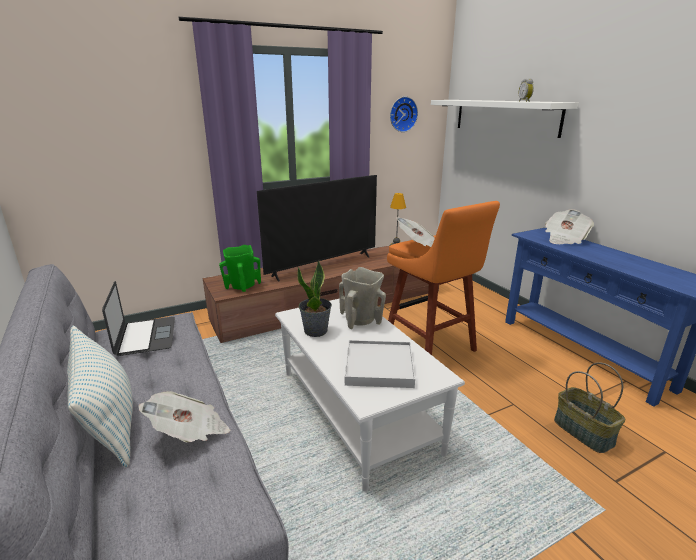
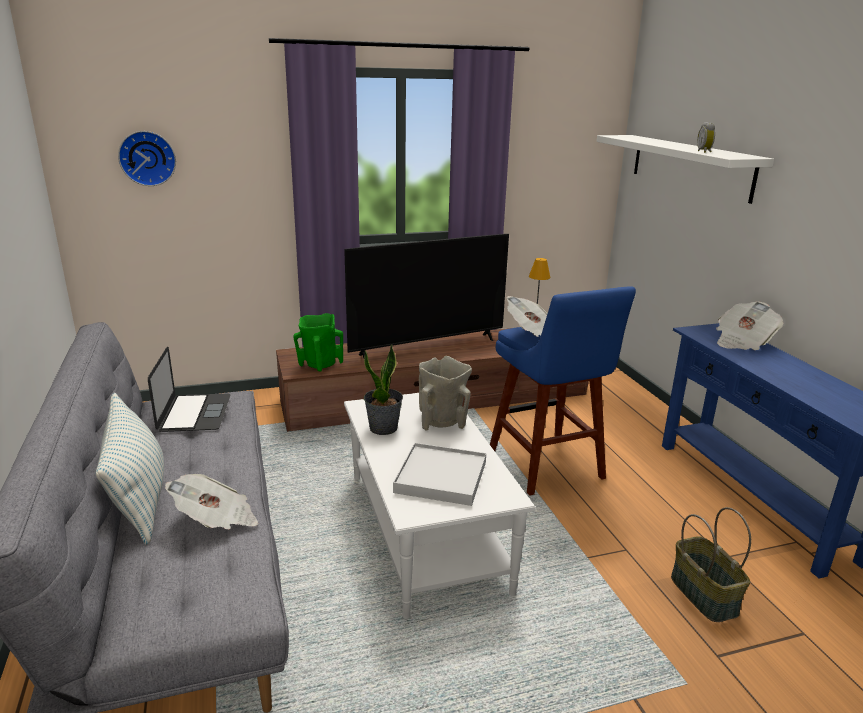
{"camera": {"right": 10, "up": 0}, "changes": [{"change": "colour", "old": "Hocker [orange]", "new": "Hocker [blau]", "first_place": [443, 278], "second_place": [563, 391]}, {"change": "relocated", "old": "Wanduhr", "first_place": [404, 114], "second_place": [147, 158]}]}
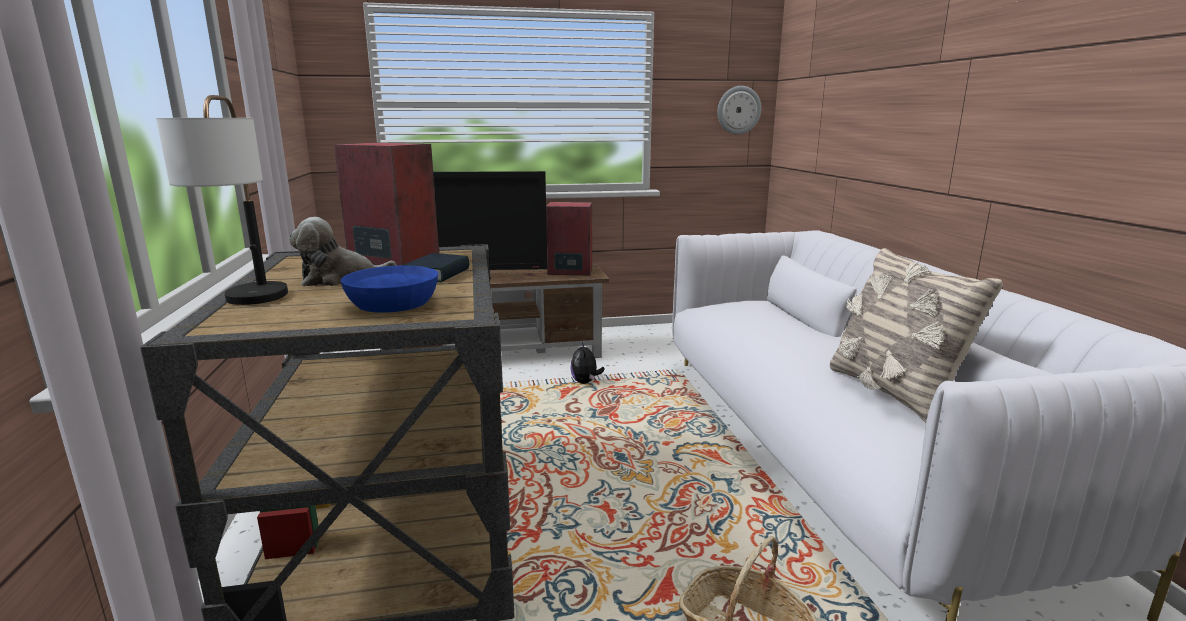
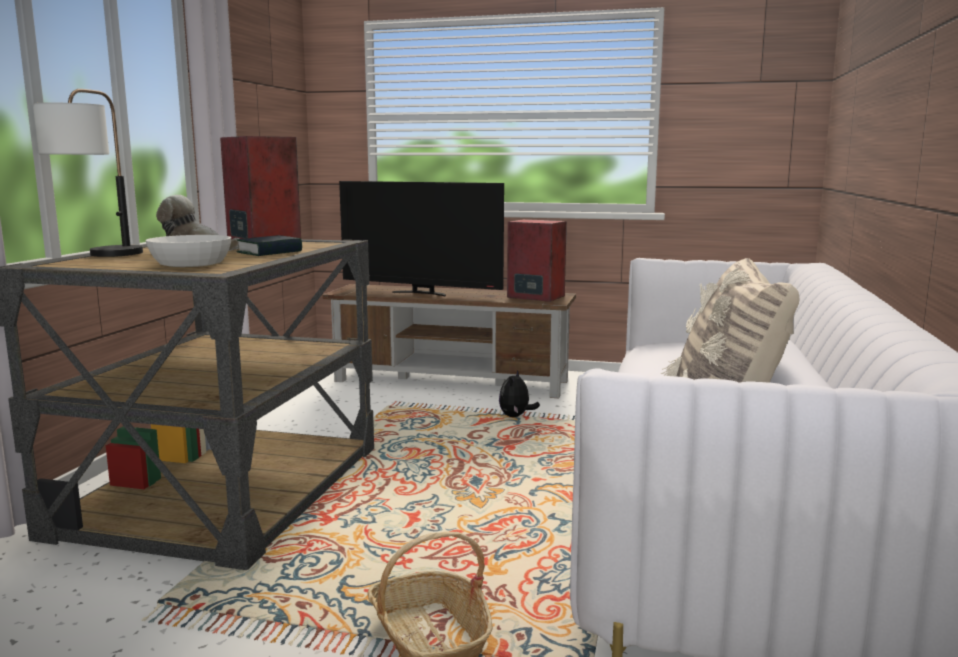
{"camera": {"right": 25, "up": -5}, "changes": [{"change": "colour", "old": "Schüssel [blau]", "new": "Schüssel [weiß]", "first_place": [389, 289], "second_place": [188, 251]}, {"change": "missing", "old": "Wanduhr", "first_place": [739, 110]}]}
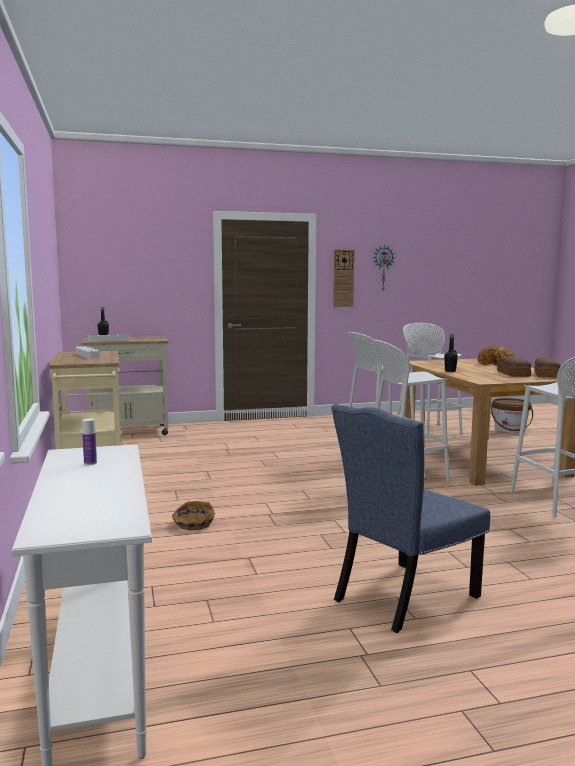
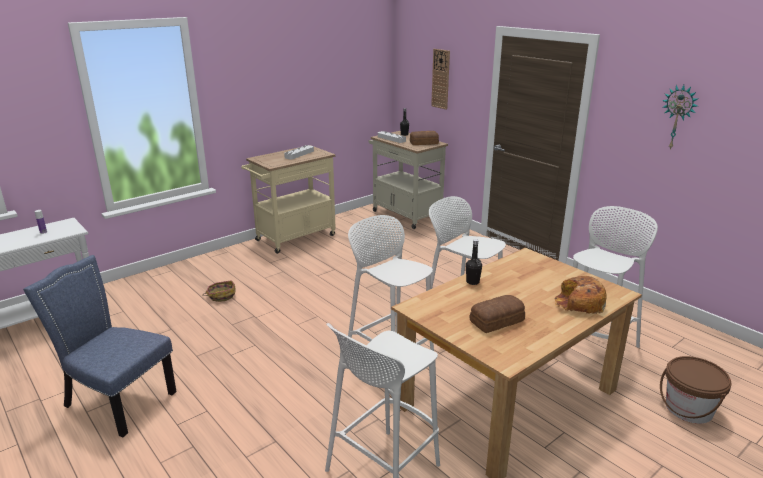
{"camera": {"right": 65, "up": 15}, "changes": [{"change": "relocated", "old": "Wanduhr", "first_place": [344, 278], "second_place": [440, 79]}, {"change": "relocated", "old": "Brot", "first_place": [547, 367], "second_place": [424, 138]}]}
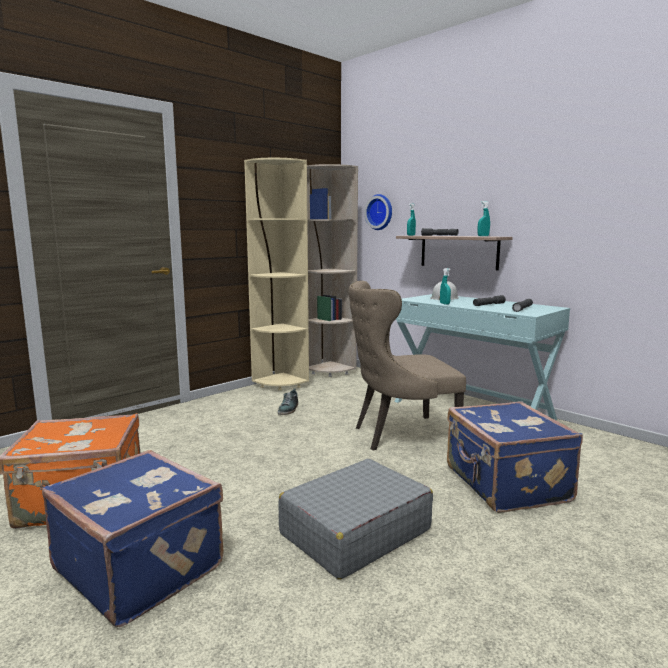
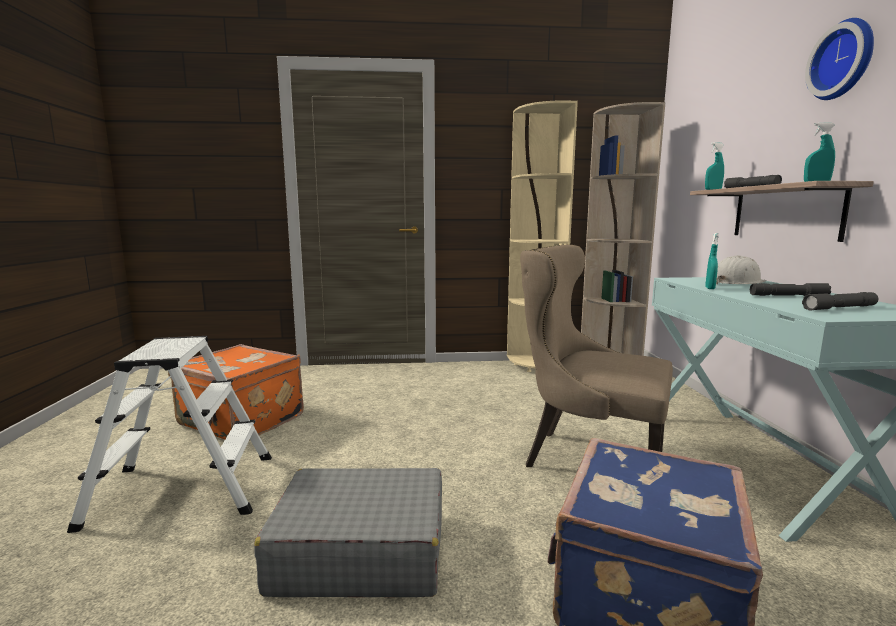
{"camera": {"right": 40, "up": 0}, "changes": [{"change": "exchanged", "old": "Koffer [blau]", "new": "Trittleiter [weiß]", "first_place": [132, 538], "second_place": [169, 434]}, {"change": "missing", "old": "Schuh", "first_place": [288, 401]}, {"change": "relocated", "old": "Wanduhr", "first_place": [378, 212], "second_place": [839, 59]}]}
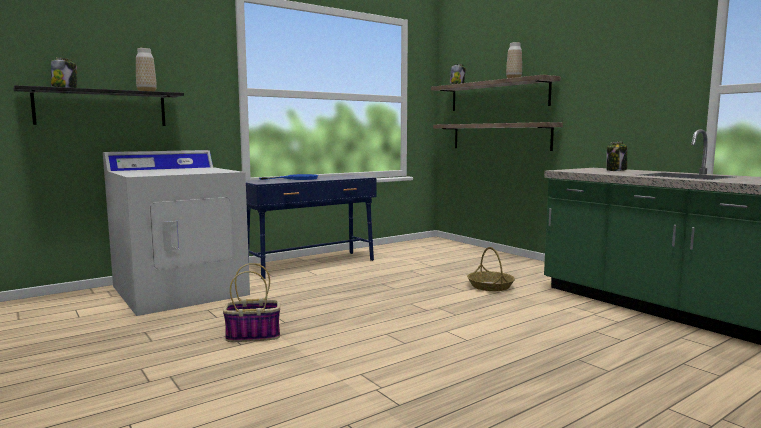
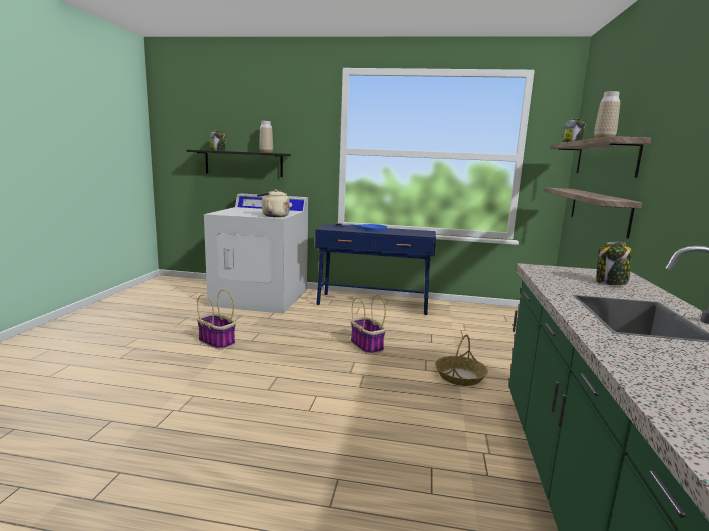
{"camera": {"right": 45, "up": 5}, "changes": [{"change": "appeared", "new": "Wasserkessel [beige]", "second_place": [273, 203]}, {"change": "appeared", "new": "Korb", "second_place": [368, 324]}]}
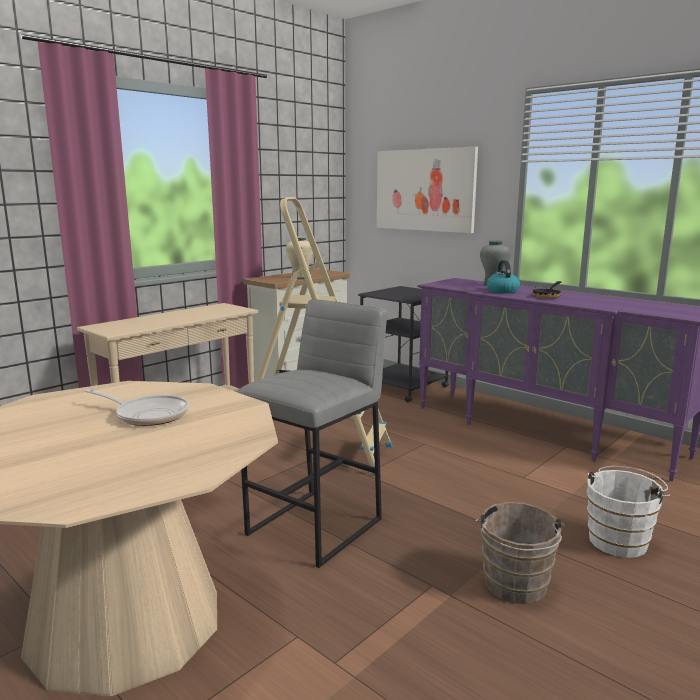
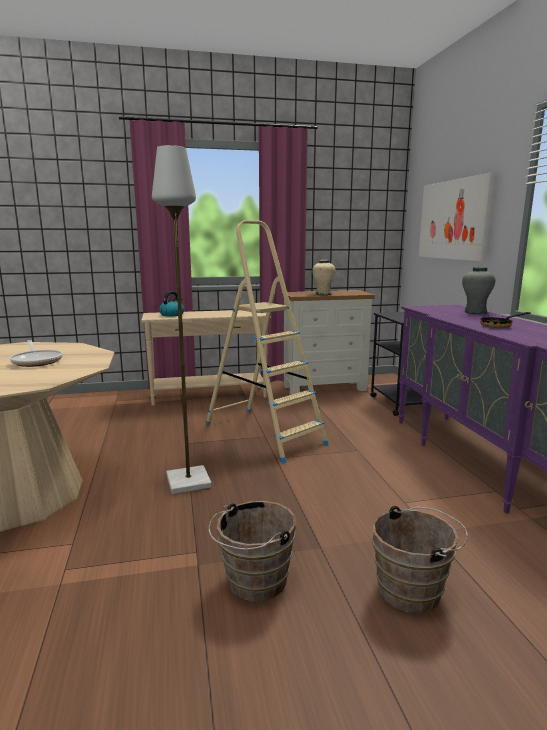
{"camera": {"right": 35, "up": 0}, "changes": [{"change": "exchanged", "old": "Hocker [grau]", "new": "Stehlampe [grau]", "first_place": [311, 433], "second_place": [182, 319]}, {"change": "relocated", "old": "Wasserkessel", "first_place": [503, 276], "second_place": [171, 303]}, {"change": "colour", "old": "Eimer [weiß]", "new": "Eimer [braun]", "first_place": [628, 512], "second_place": [420, 560]}]}
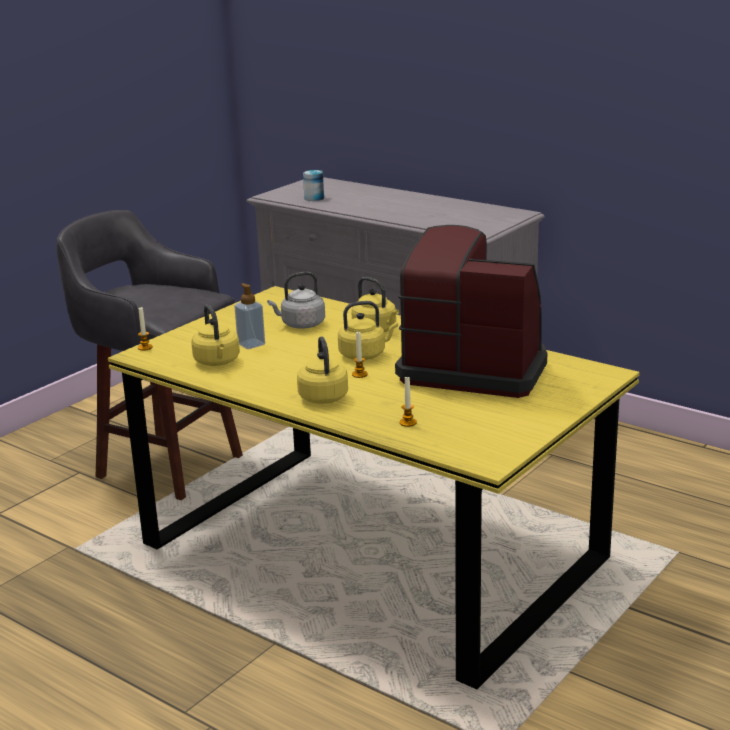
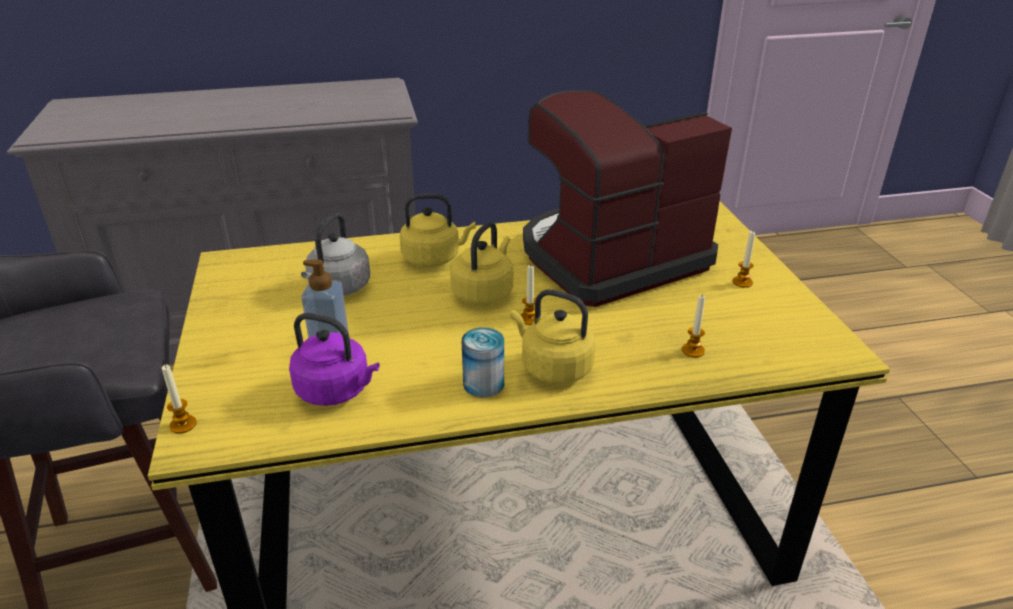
{"camera": {"right": -50, "up": 10}, "changes": [{"change": "colour", "old": "Wasserkessel [gelb]", "new": "Wasserkessel [lila]", "first_place": [215, 335], "second_place": [334, 359]}, {"change": "relocated", "old": "Dose", "first_place": [313, 185], "second_place": [483, 362]}, {"change": "appeared", "new": "Kerze", "second_place": [744, 259]}]}
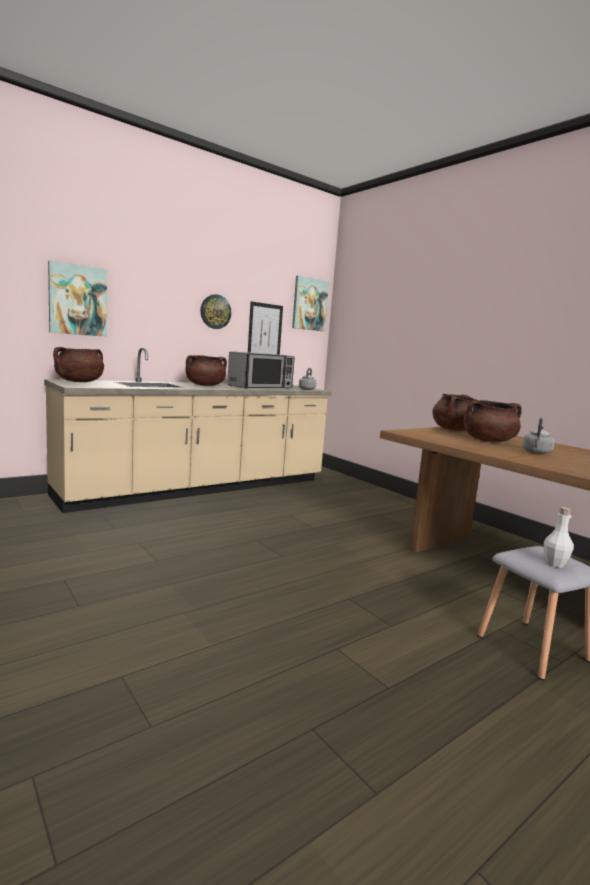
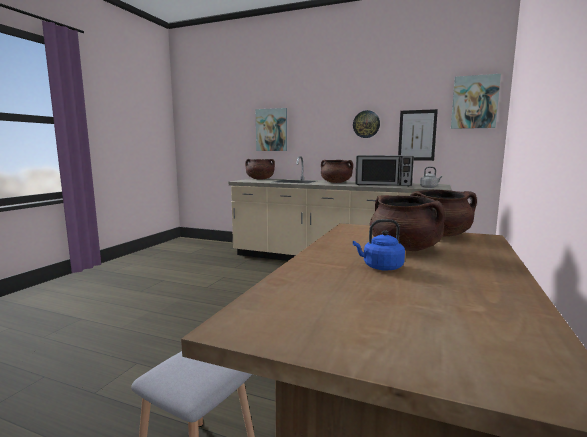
{"camera": {"right": 60, "up": 0}, "changes": [{"change": "colour", "old": "Wasserkessel [grau]", "new": "Wasserkessel [blau]", "first_place": [539, 436], "second_place": [379, 245]}, {"change": "missing", "old": "Flasche [weiß]", "first_place": [559, 537]}]}
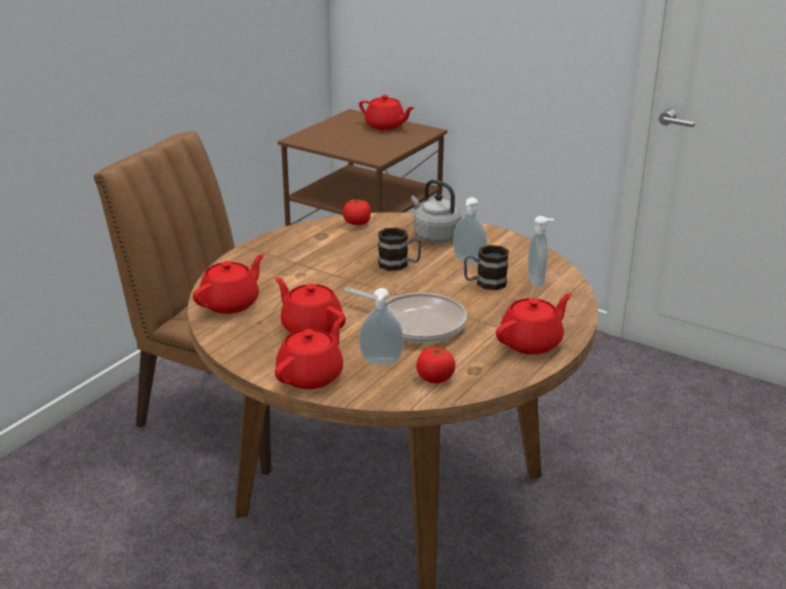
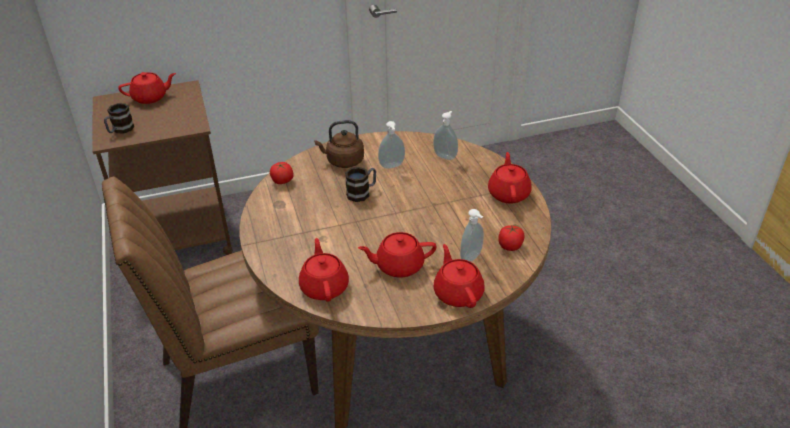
{"camera": {"right": -50, "up": 10}, "changes": [{"change": "missing", "old": "Pfanne", "first_place": [405, 315]}, {"change": "colour", "old": "Wasserkessel [grau]", "new": "Wasserkessel [braun]", "first_place": [436, 211], "second_place": [339, 144]}, {"change": "relocated", "old": "Henkelbecher", "first_place": [486, 267], "second_place": [119, 118]}]}
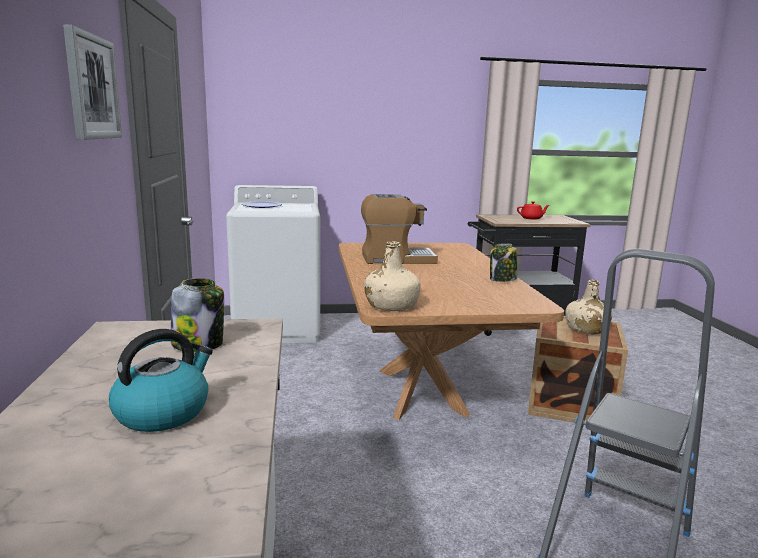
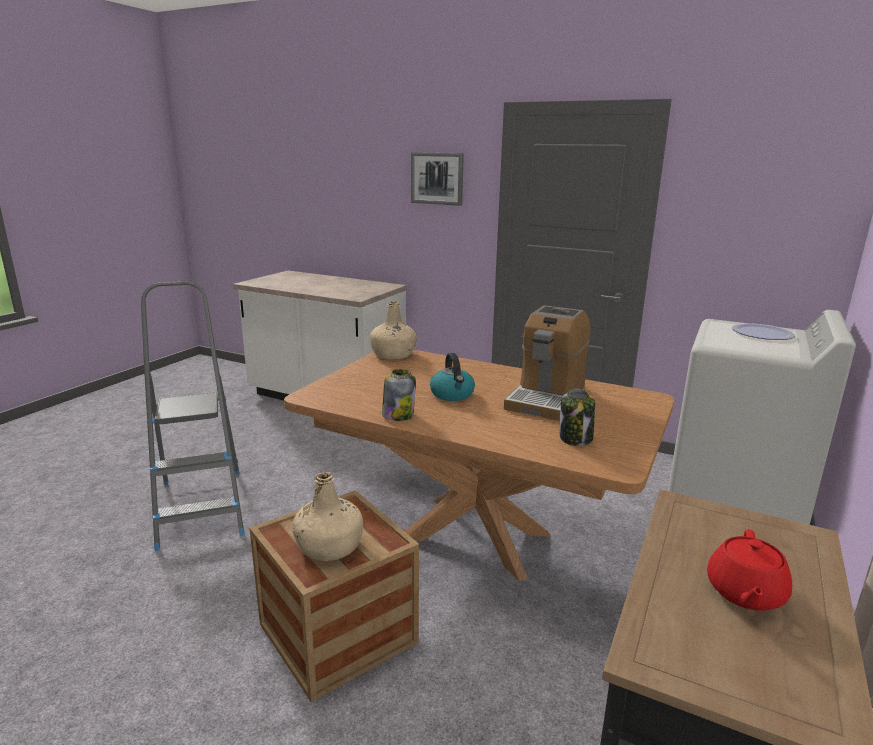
{"camera": {"right": 125, "up": 5}, "changes": [{"change": "relocated", "old": "Wasserkessel", "first_place": [161, 380], "second_place": [452, 377]}, {"change": "relocated", "old": "Vorratsglas", "first_place": [197, 315], "second_place": [577, 417]}]}
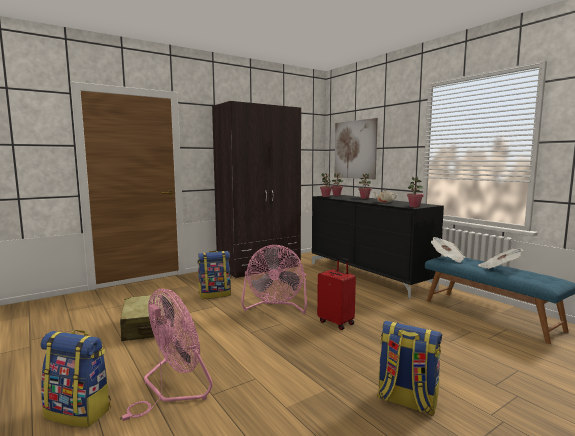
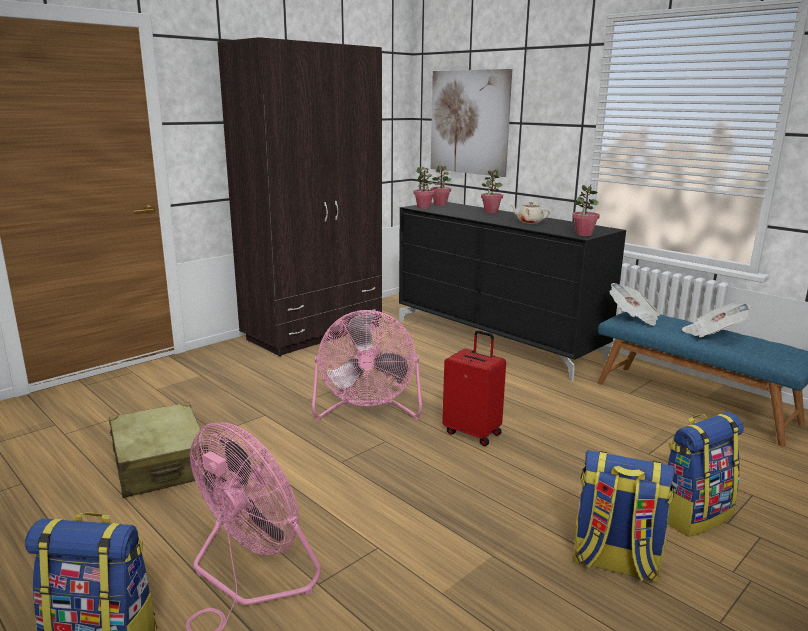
{"camera": {"right": -10, "up": 10}, "changes": [{"change": "relocated", "old": "Rucksack", "first_place": [214, 275], "second_place": [706, 474]}]}
